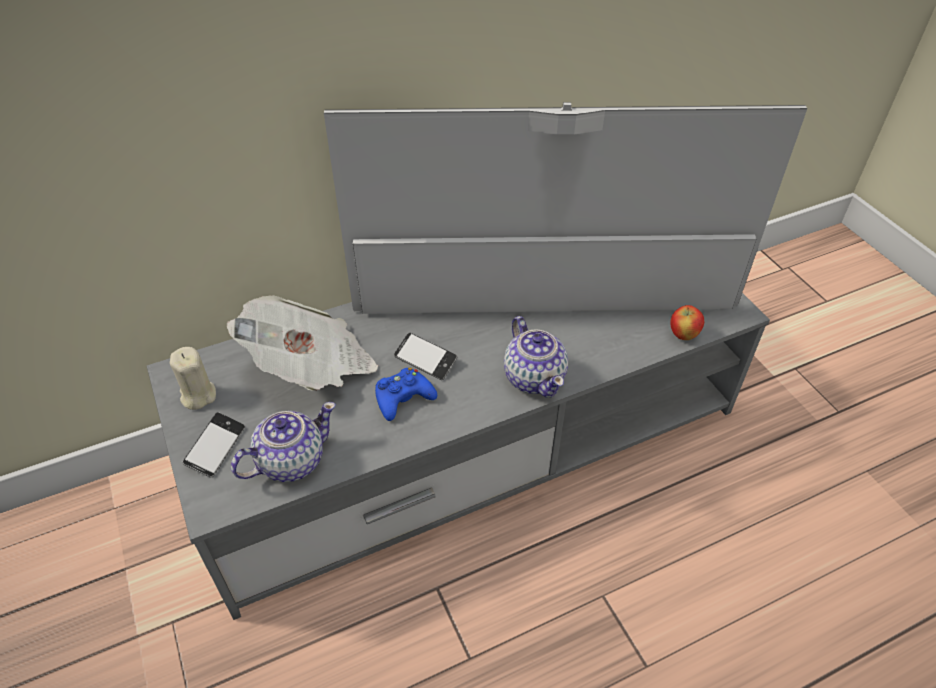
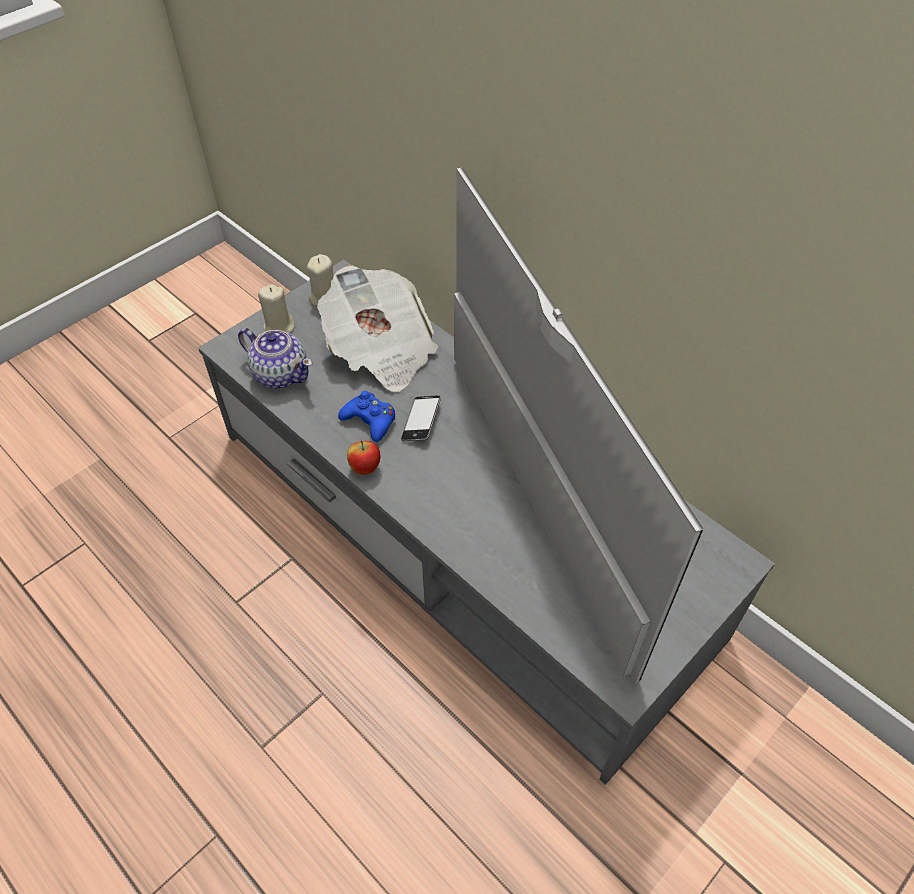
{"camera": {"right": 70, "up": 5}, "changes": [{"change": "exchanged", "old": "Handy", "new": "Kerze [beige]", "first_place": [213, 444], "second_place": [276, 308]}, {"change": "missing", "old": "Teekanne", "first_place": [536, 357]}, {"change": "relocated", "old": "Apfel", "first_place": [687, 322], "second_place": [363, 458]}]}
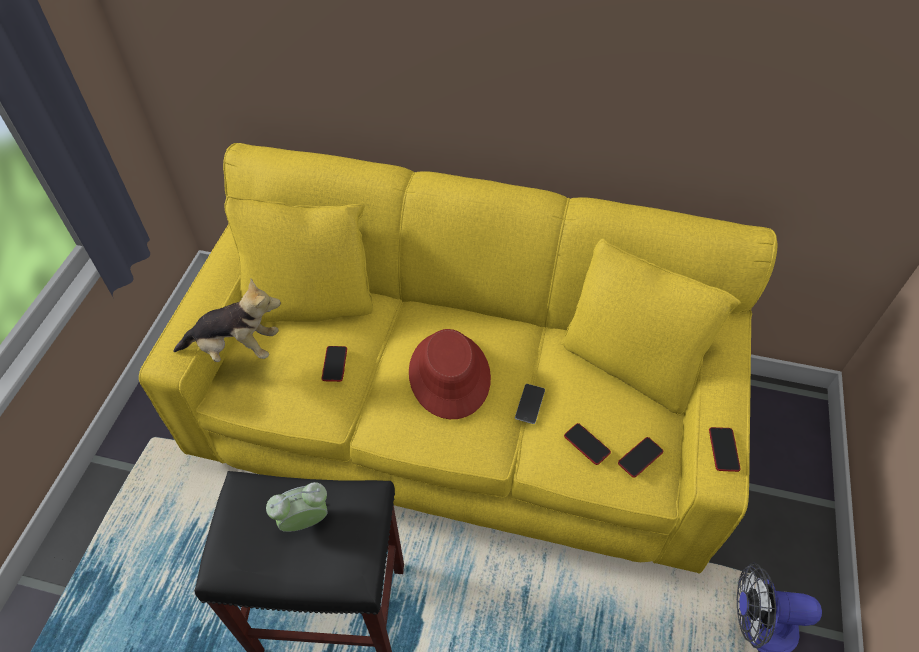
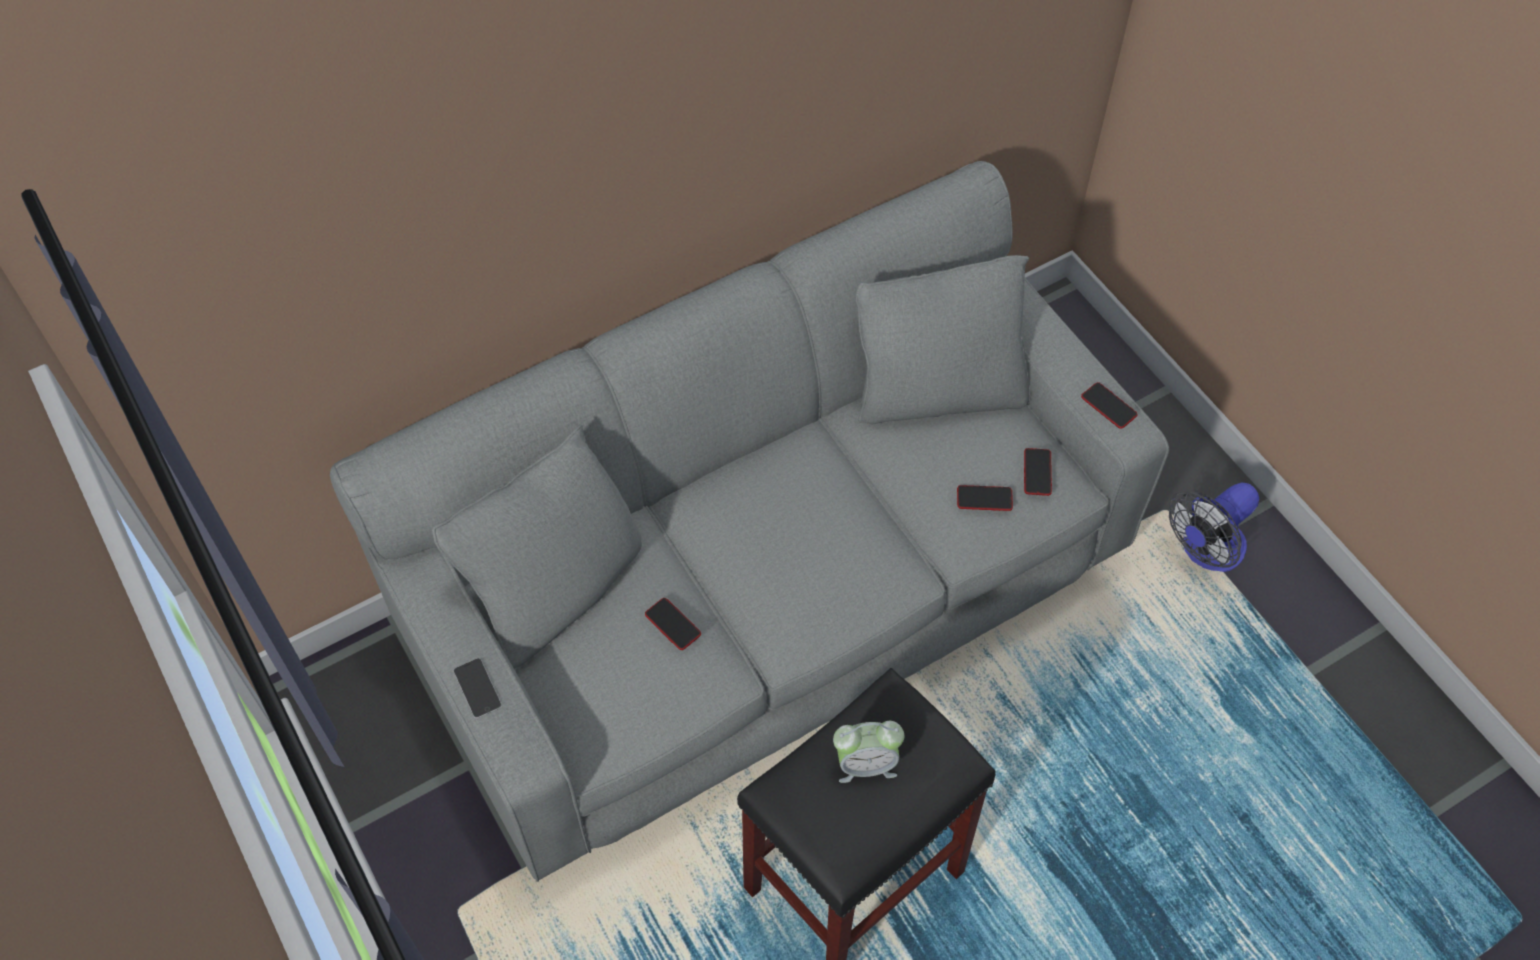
{"camera": {"right": -45, "up": 5}, "changes": [{"change": "colour", "old": "Sofa [gelb]", "new": "Sofa [grau]", "first_place": [458, 358], "second_place": [749, 521]}, {"change": "missing", "old": "Plüschtier", "first_place": [227, 320]}, {"change": "spun", "old": "Wecker", "first_place": [297, 507], "second_place": [868, 752], "degrees": -120}, {"change": "missing", "old": "Hut [rot]", "first_place": [450, 374]}, {"change": "relocated", "old": "Handy", "first_place": [530, 404], "second_place": [477, 688]}]}
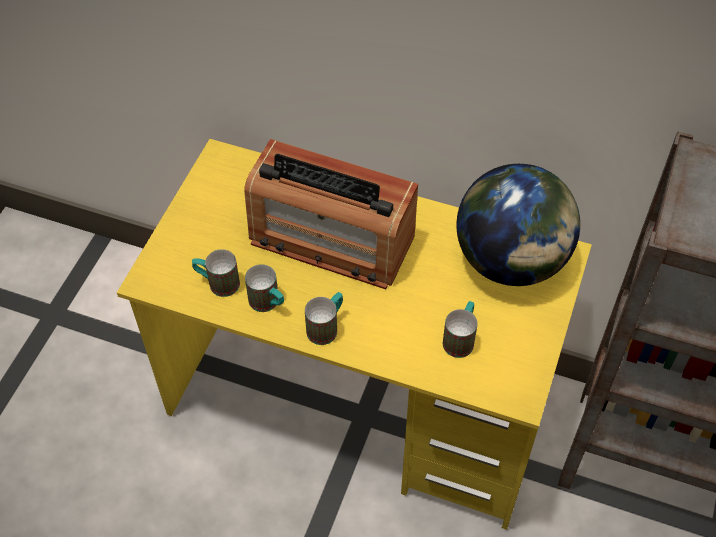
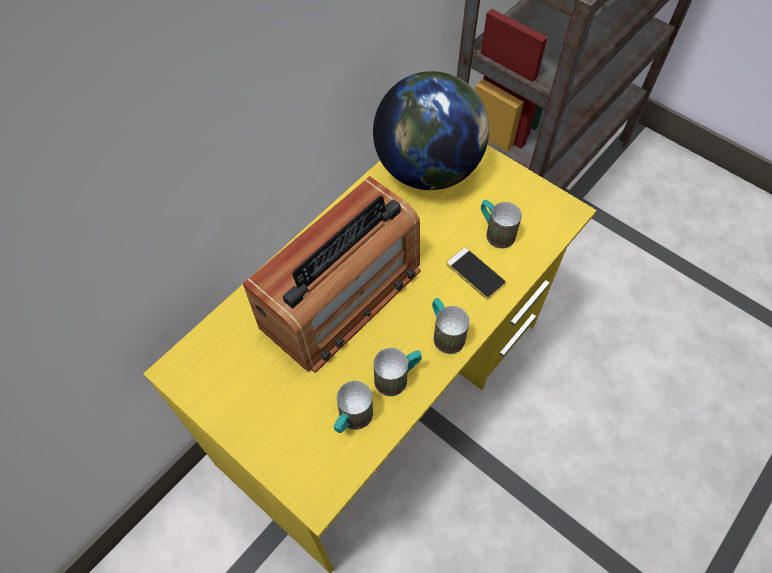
{"camera": {"right": -70, "up": 5}, "changes": [{"change": "appeared", "new": "Handy", "second_place": [476, 273]}]}
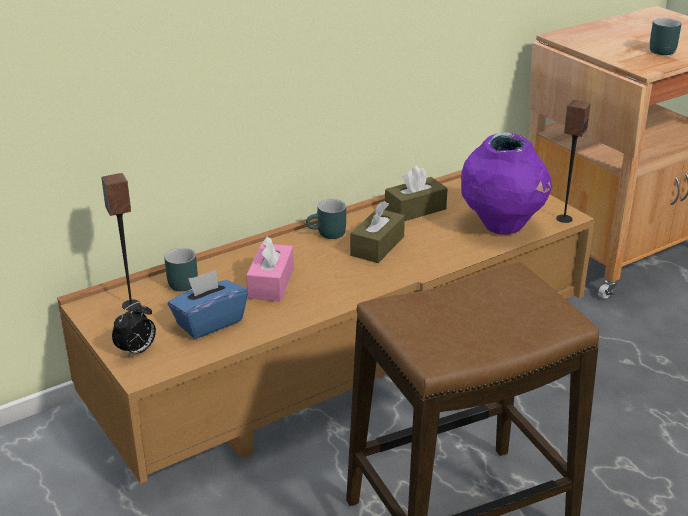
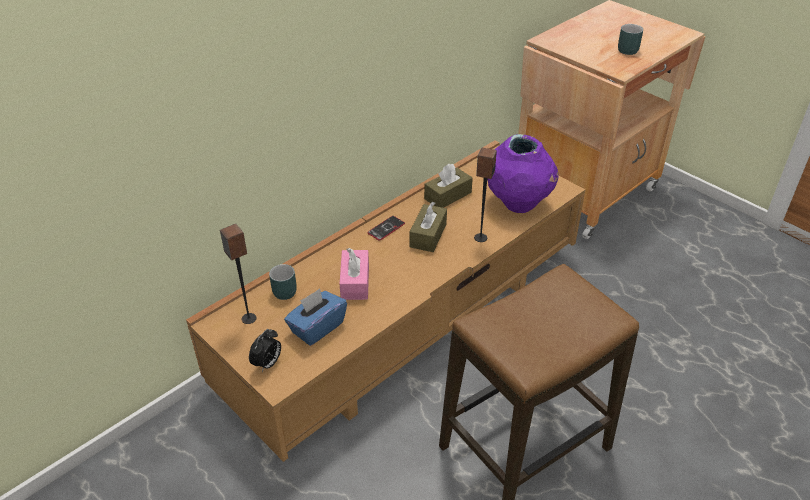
{"camera": {"right": -10, "up": 10}, "changes": [{"change": "exchanged", "old": "Henkelbecher [türkis]", "new": "Handy", "first_place": [326, 219], "second_place": [386, 228]}, {"change": "relocated", "old": "Lautsprecher", "first_place": [573, 161], "second_place": [485, 195]}]}
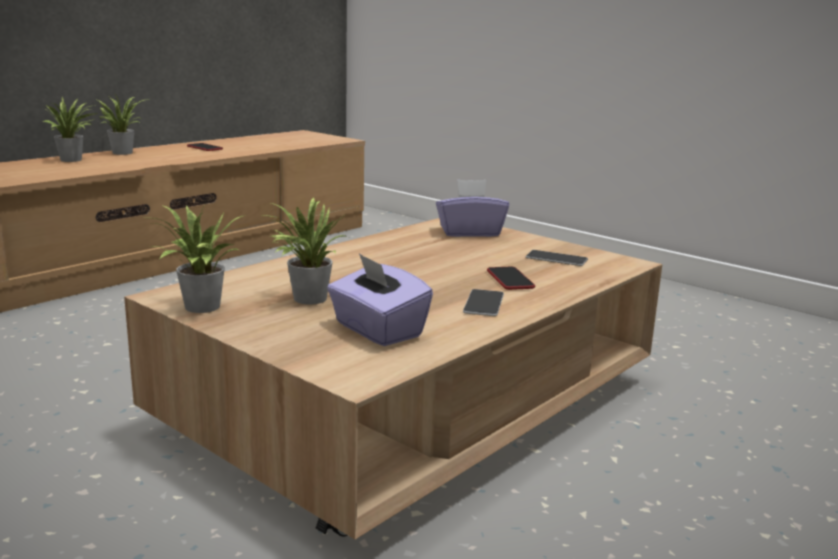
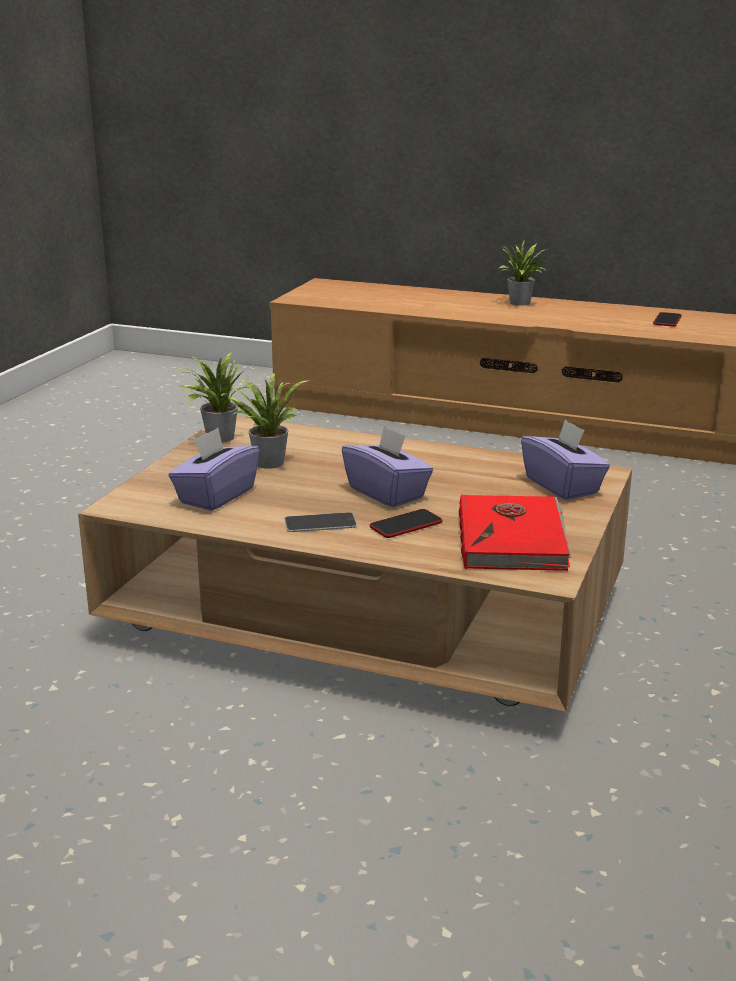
{"camera": {"right": 70, "up": 5}, "changes": [{"change": "missing", "old": "Topfpflanze", "first_place": [121, 125]}, {"change": "exchanged", "old": "Handy", "new": "Buch [rot]", "first_place": [556, 258], "second_place": [515, 533]}, {"change": "appeared", "new": "Taschentuchbox [lila]", "second_place": [387, 466]}]}
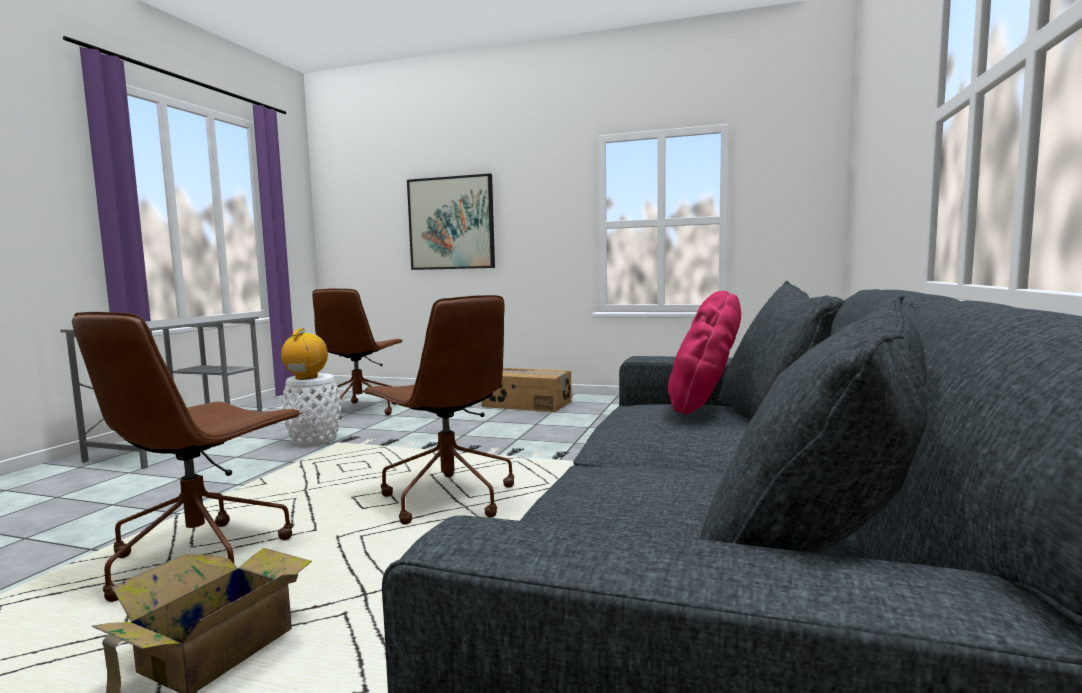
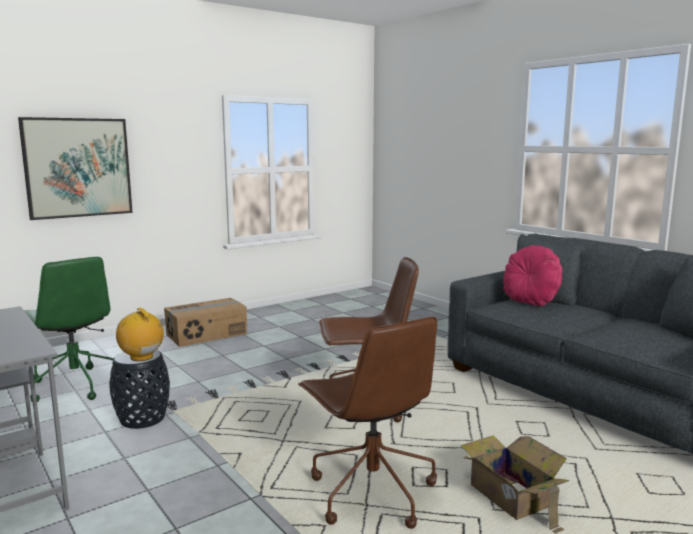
{"camera": {"right": -55, "up": 5}, "changes": [{"change": "colour", "old": "Hocker [weiß]", "new": "Hocker [schwarz]", "first_place": [311, 409], "second_place": [139, 389]}, {"change": "colour", "old": "Bürostuhl [braun]", "new": "Bürostuhl [grün]", "first_place": [357, 354], "second_place": [75, 329]}]}
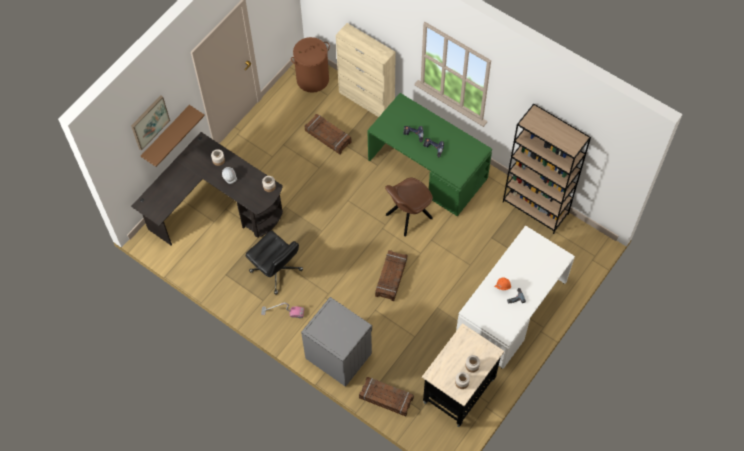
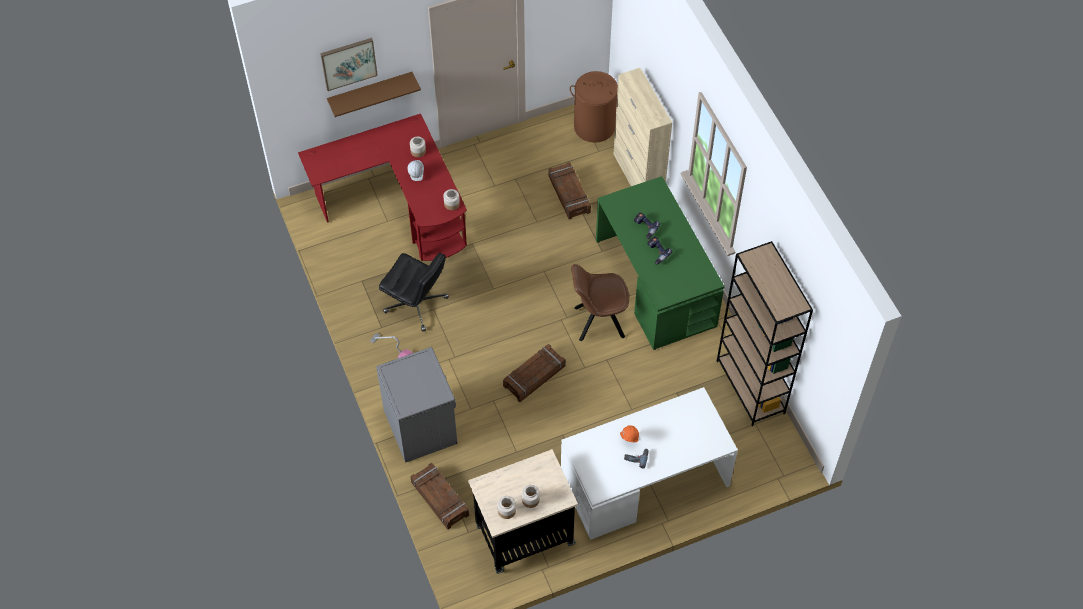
{"camera": {"right": 30, "up": -5}, "changes": [{"change": "colour", "old": "Schreibtisch [schwarz]", "new": "Schreibtisch [rot]", "first_place": [207, 188], "second_place": [382, 187]}, {"change": "spun", "old": "Bürostuhl [schwarz]", "first_place": [274, 263], "second_place": [414, 292], "degrees": -45}]}
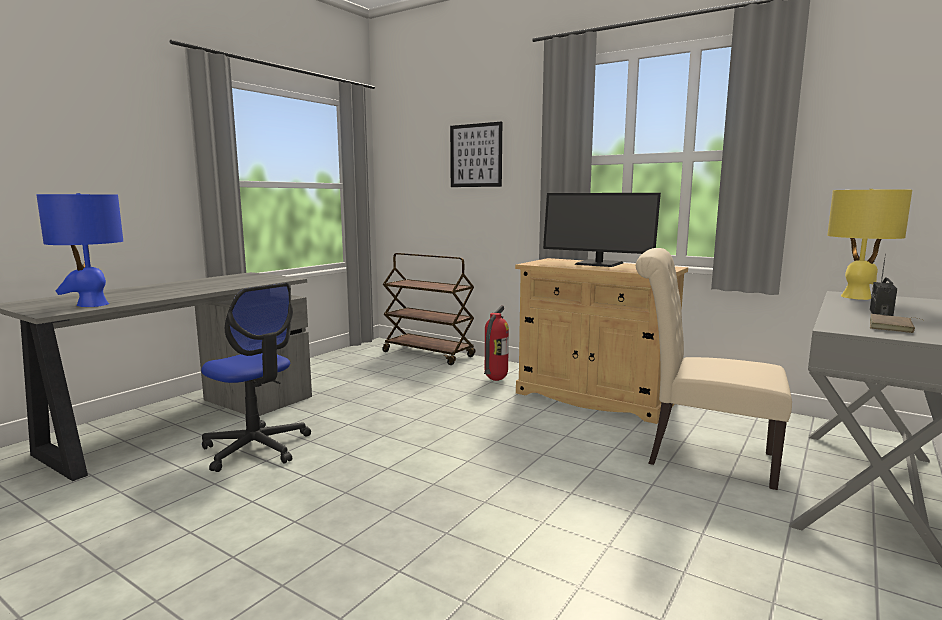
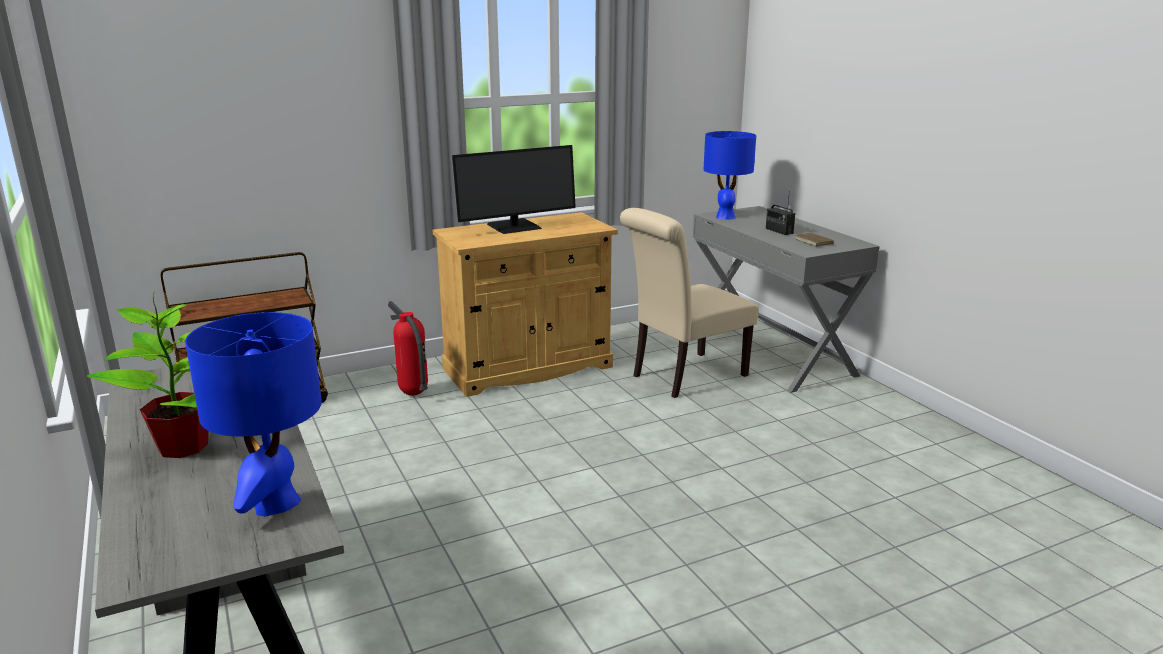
{"camera": {"right": -60, "up": 10}, "changes": [{"change": "missing", "old": "Bürostuhl", "first_place": [256, 377]}, {"change": "missing", "old": "Bild", "first_place": [476, 154]}, {"change": "colour", "old": "Tischlampe [gelb]", "new": "Tischlampe [blau]", "first_place": [869, 244], "second_place": [729, 175]}, {"change": "appeared", "new": "Topfpflanze", "second_place": [147, 376]}]}
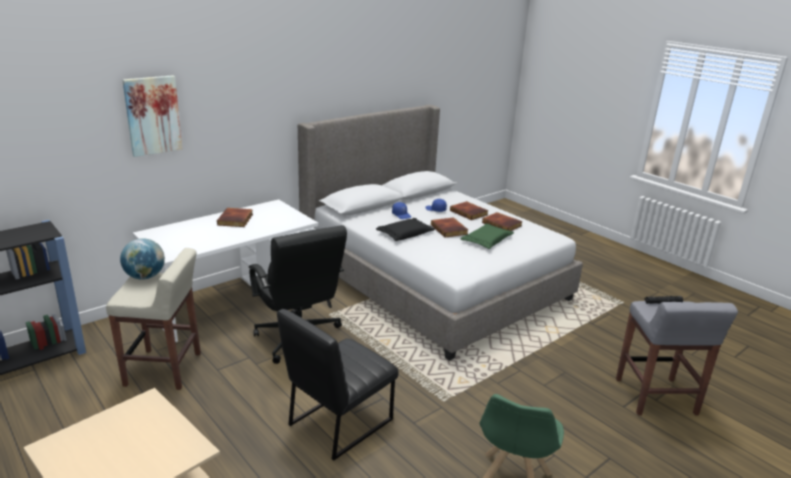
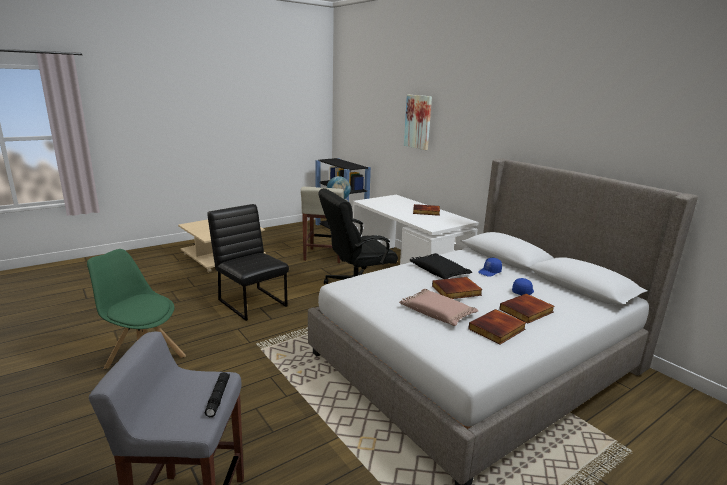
{"camera": {"right": 95, "up": -5}, "changes": [{"change": "colour", "old": "Kissen [grün]", "new": "Kissen [beige]", "first_place": [487, 236], "second_place": [438, 307]}]}
